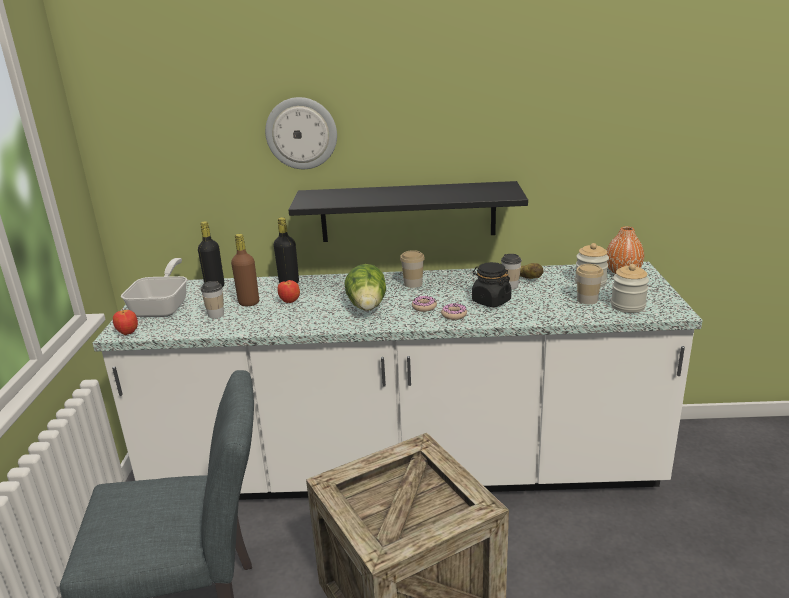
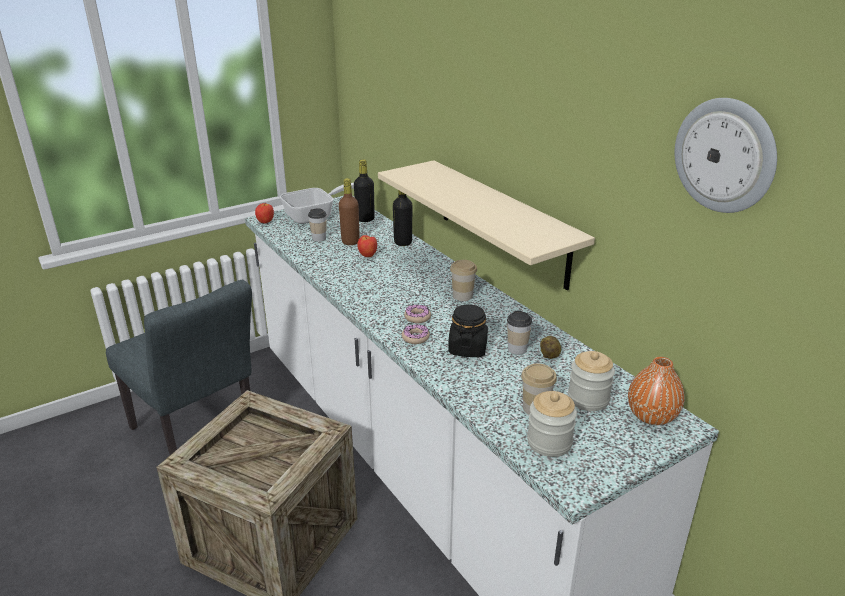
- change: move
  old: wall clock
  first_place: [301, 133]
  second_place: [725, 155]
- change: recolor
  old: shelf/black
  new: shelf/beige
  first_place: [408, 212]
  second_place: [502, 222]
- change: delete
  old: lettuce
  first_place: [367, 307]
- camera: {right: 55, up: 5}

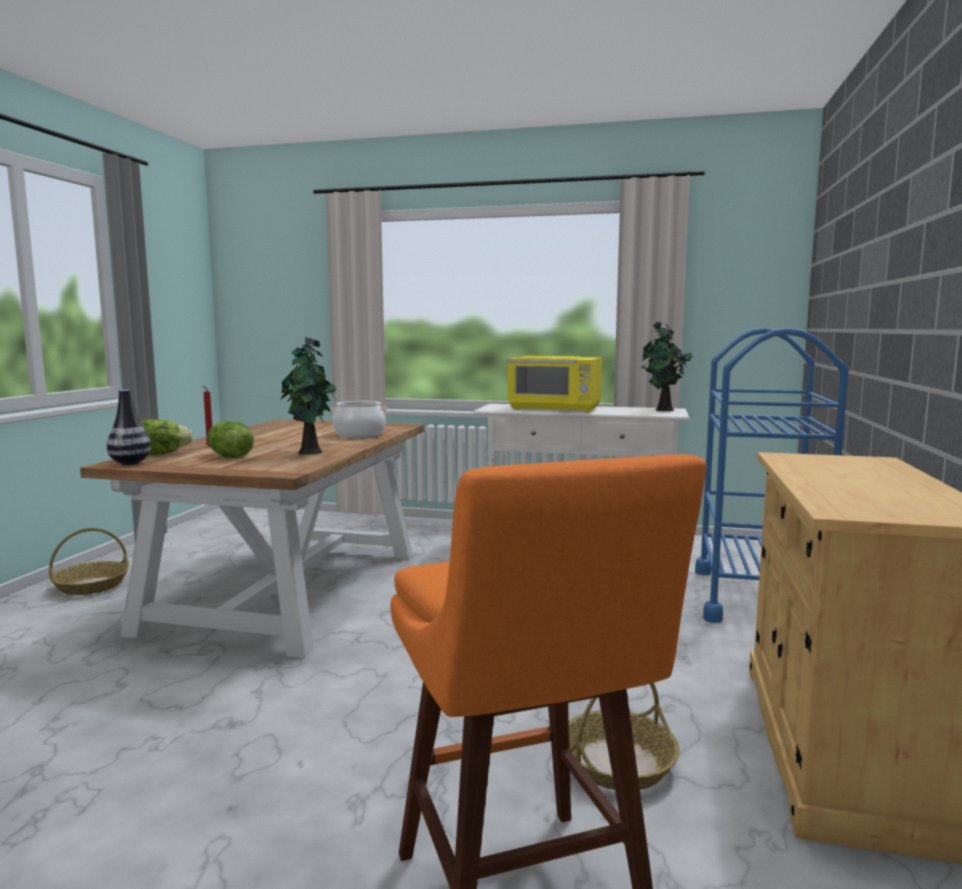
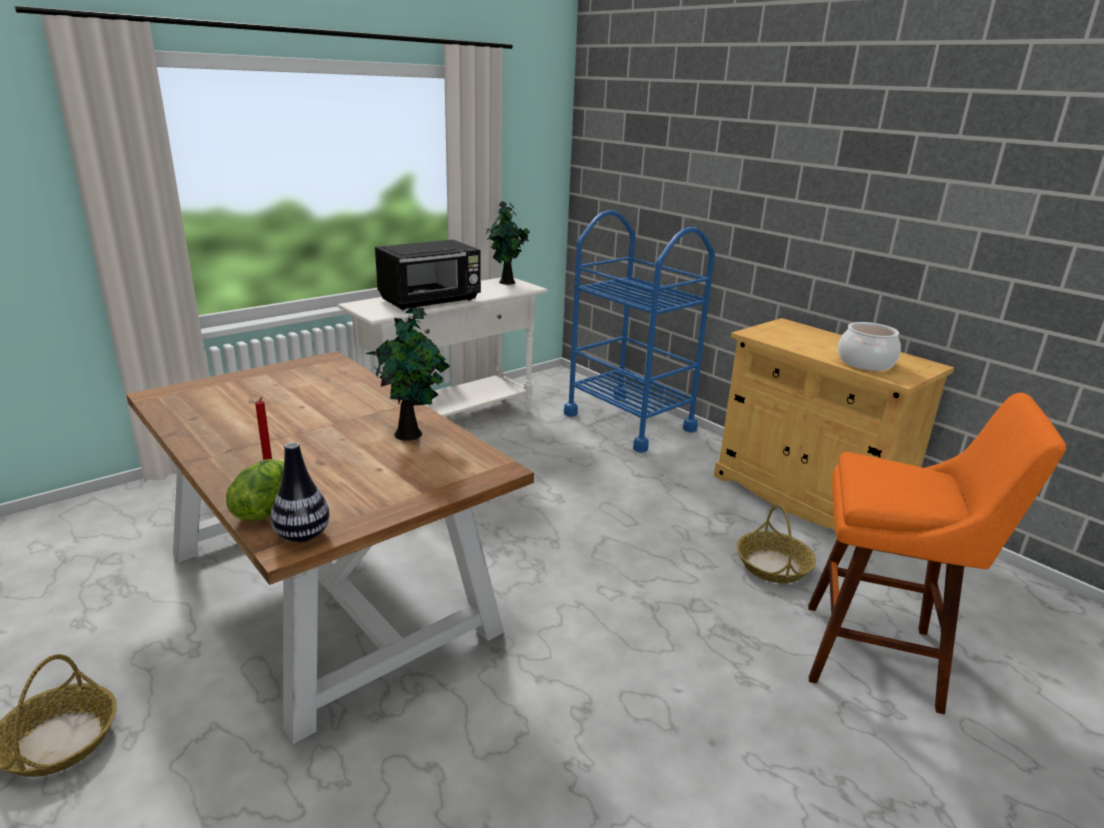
- change: recolor
  old: microwave/yellow
  new: microwave/black
  first_place: [555, 409]
  second_place: [431, 300]
- change: move
  old: cooking pot
  first_place: [359, 435]
  second_place: [865, 363]
- change: delete
  old: lettuce
  first_place: [229, 457]
- camera: {right: -55, up: 15}

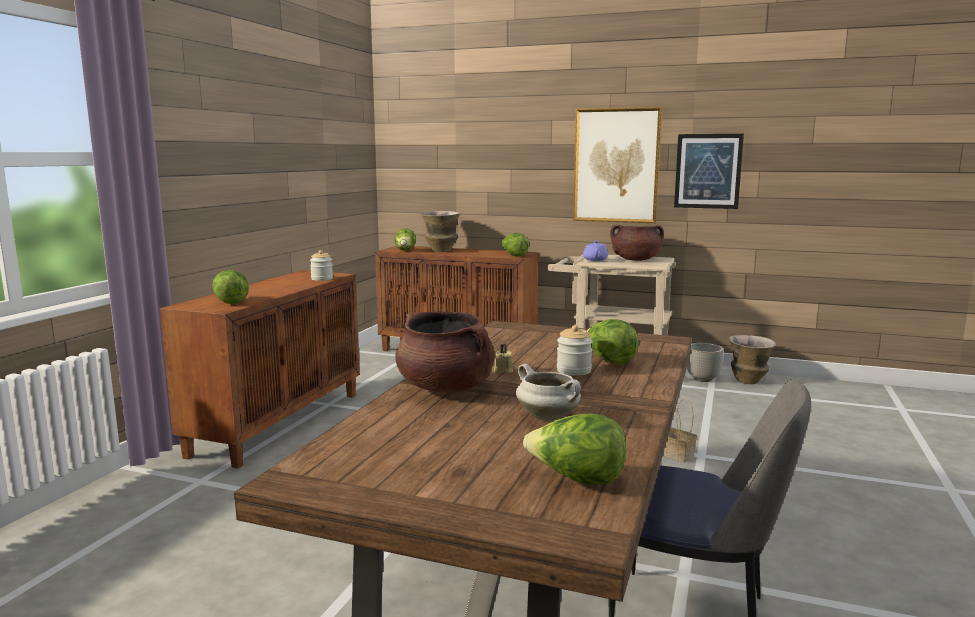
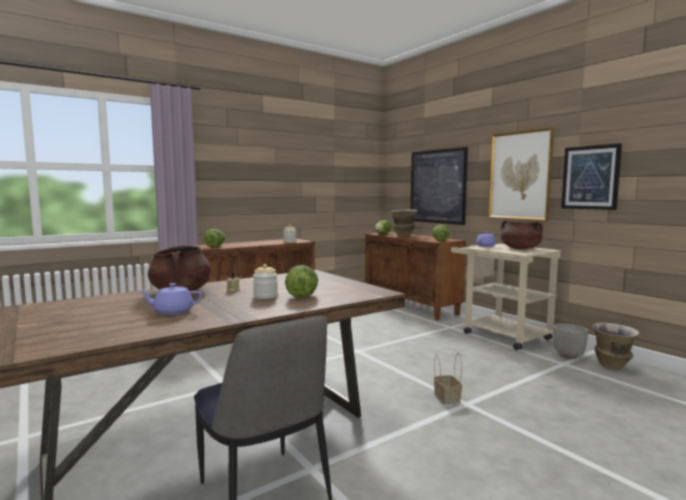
- change: replace
  old: cooking pot/white
  new: teapot/purple
  first_place: [549, 417]
  second_place: [172, 312]
- change: delete
  old: lettuce
  first_place: [577, 479]
- change: insert
  new: picture
  second_place: [437, 186]
- camera: {right: 35, up: -5}

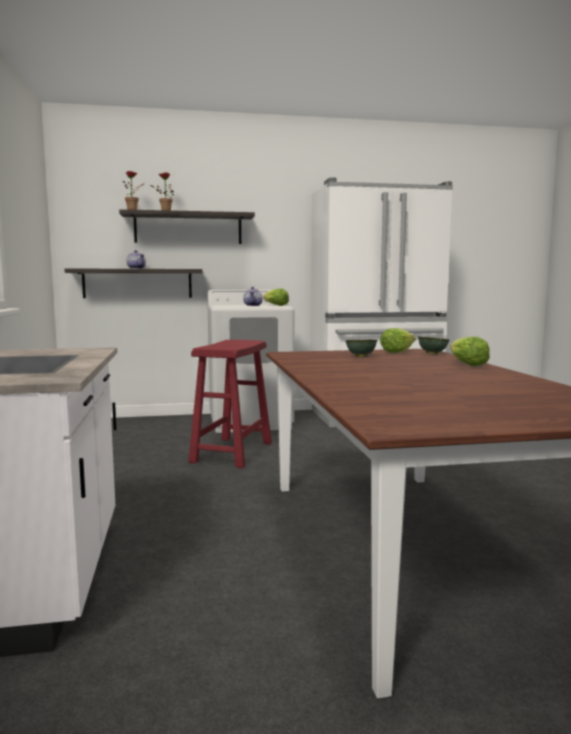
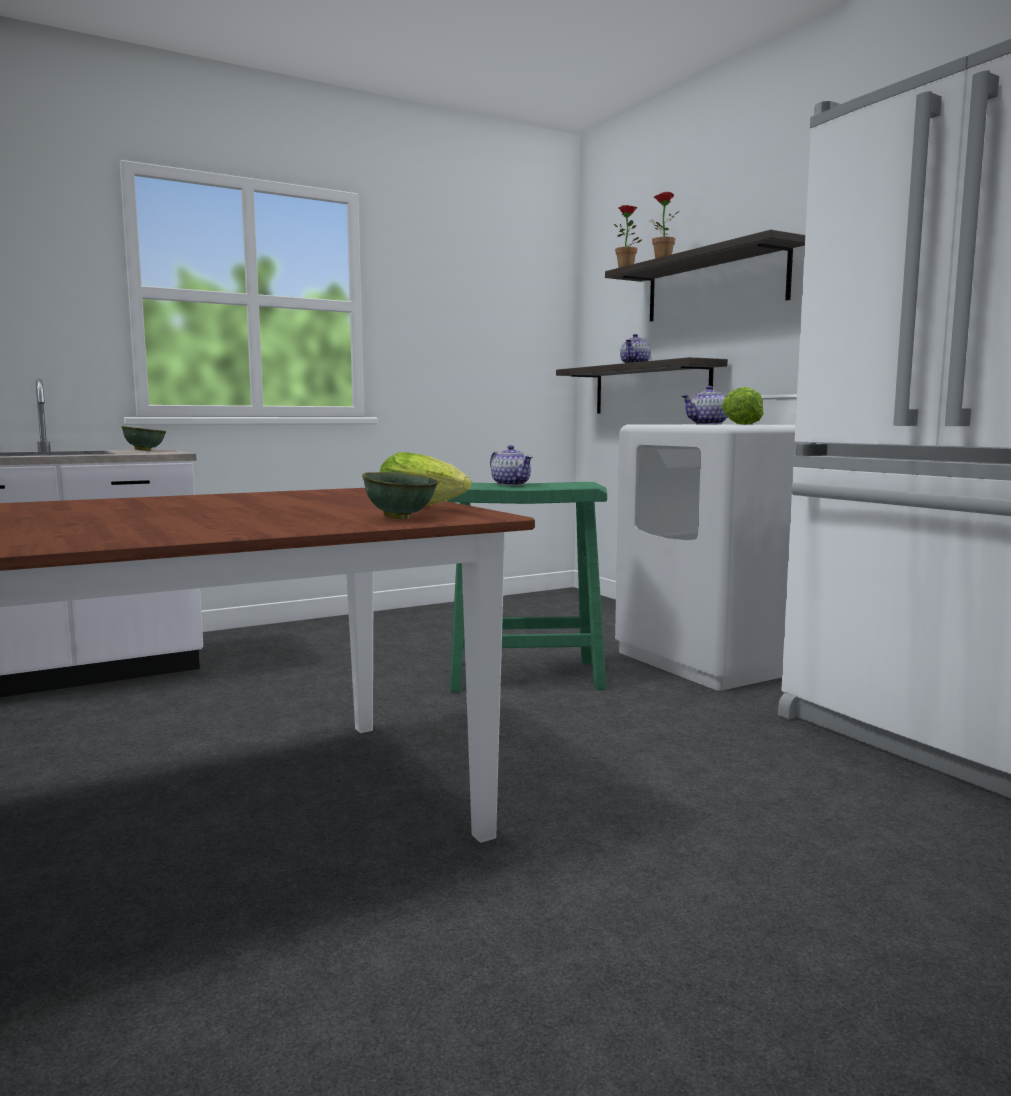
- change: delete
  old: lettuce
  first_place: [466, 364]
- change: recolor
  old: stool/red
  new: stool/green
  first_place: [232, 452]
  second_place: [525, 675]
- change: move
  old: bowl/green
  first_place: [360, 357]
  second_place: [144, 451]
- change: insert
  new: teapot
  second_place: [511, 484]
- camera: {right: 70, up: 0}

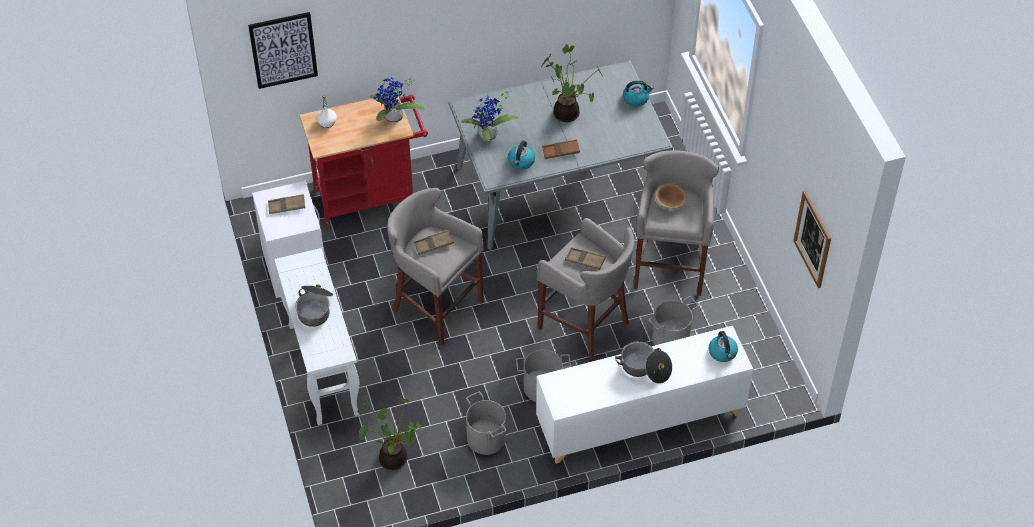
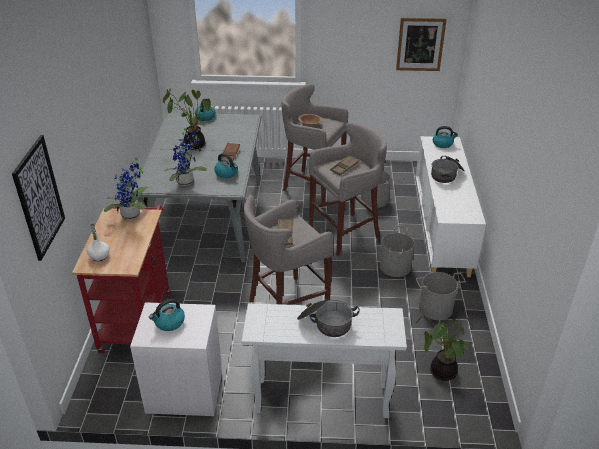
- change: replace
  old: tray/brown
  new: kettle
  first_place: [286, 206]
  second_place: [169, 322]
- camera: {right: -70, up: -15}

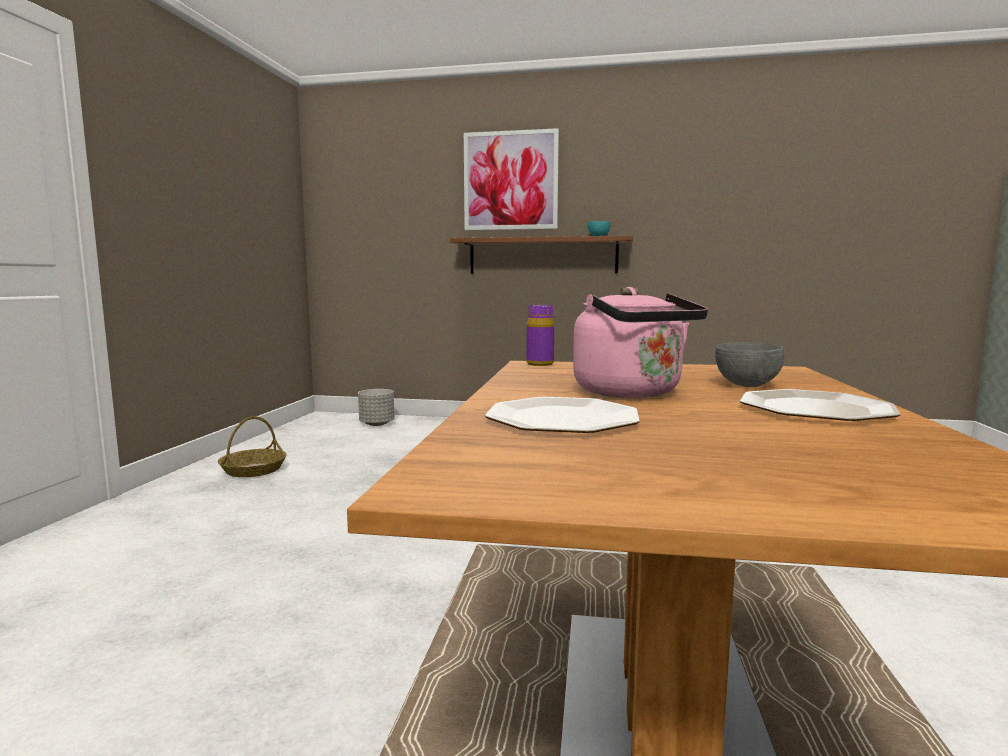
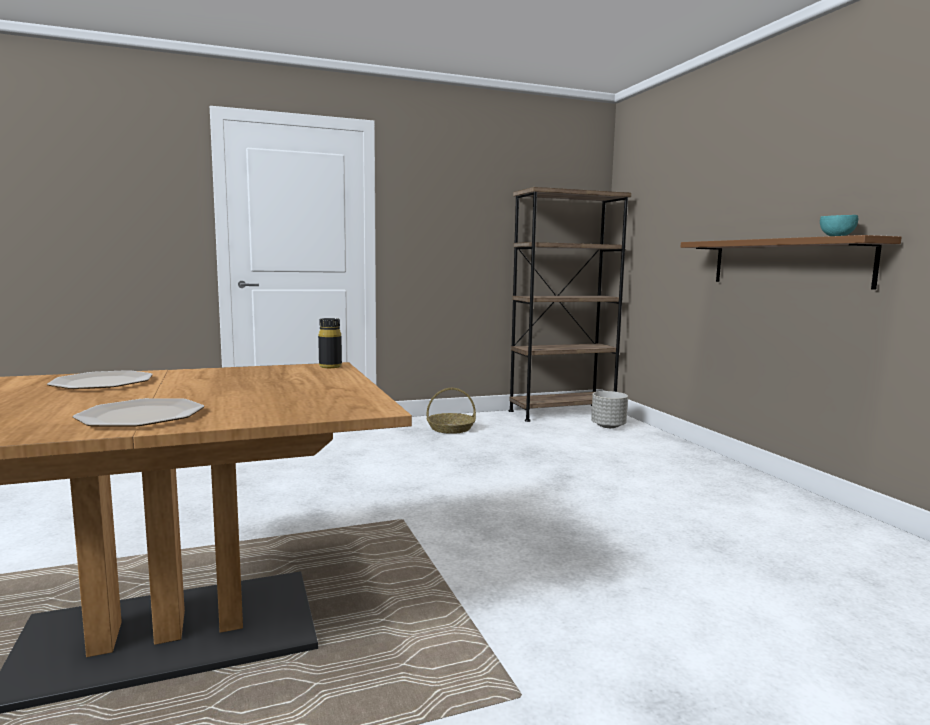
- change: delete
  old: picture
  first_place: [510, 181]
- change: delete
  old: kettle/pink
  first_place: [632, 393]
- change: recolor
  old: bottle/purple
  new: bottle/black
  first_place: [540, 364]
  second_place: [330, 366]
- change: delete
  old: bowl/grey
  first_place: [748, 385]
- change: insert
  new: bookcase/brown
  second_place: [562, 412]
- camera: {right: 60, up: 0}

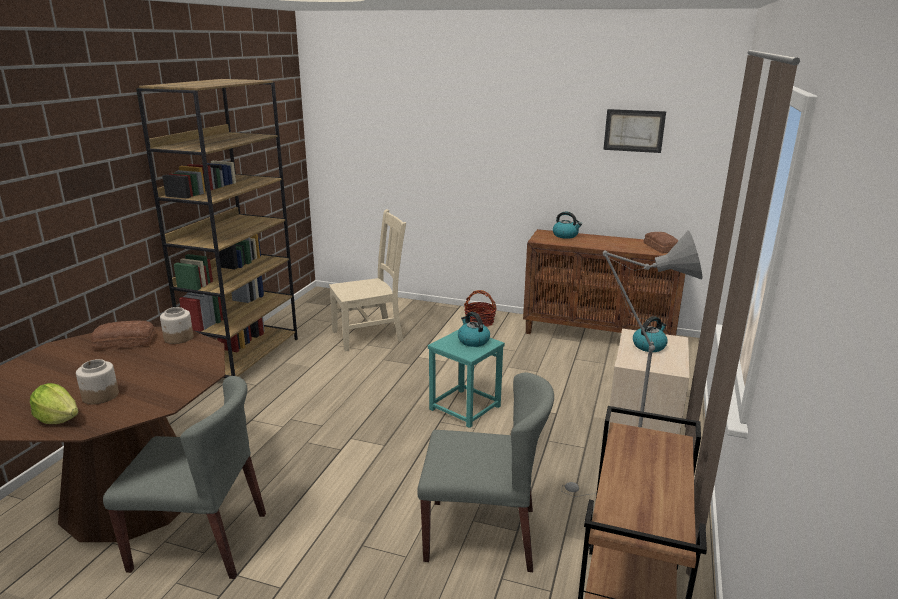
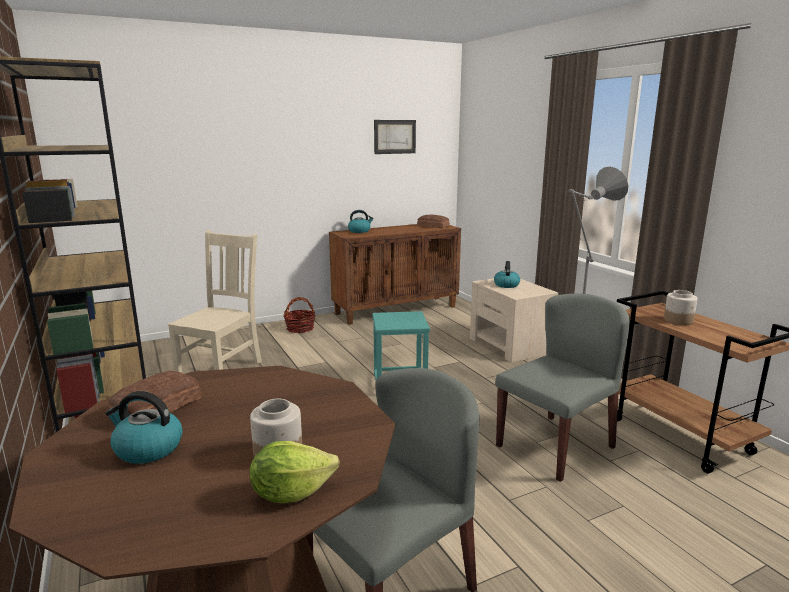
- change: move
  old: jar
  first_place: [178, 338]
  second_place: [678, 320]
- change: move
  old: kettle
  first_place: [473, 341]
  second_place: [147, 449]
- camera: {right: -45, up: -5}

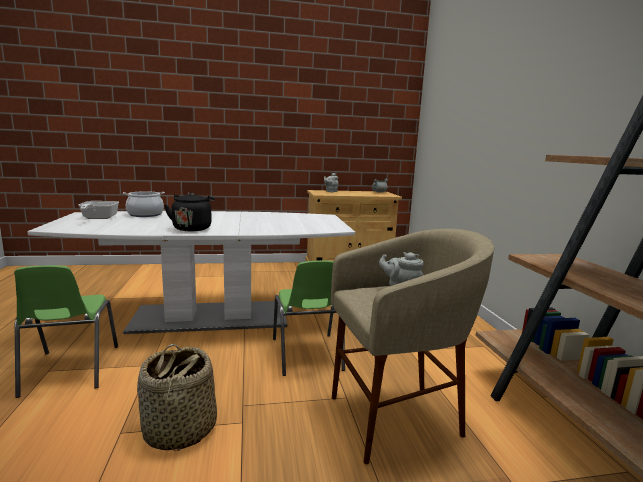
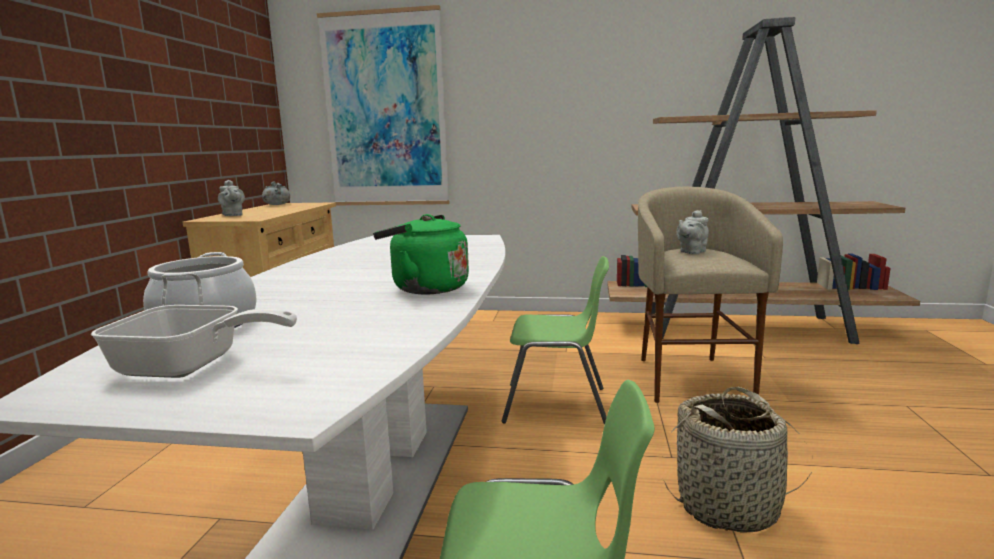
- change: recolor
  old: kettle/black
  new: kettle/green
  first_place: [192, 228]
  second_place: [425, 288]
- change: insert
  new: picture
  second_place: [385, 111]
- camera: {right: -70, up: 0}

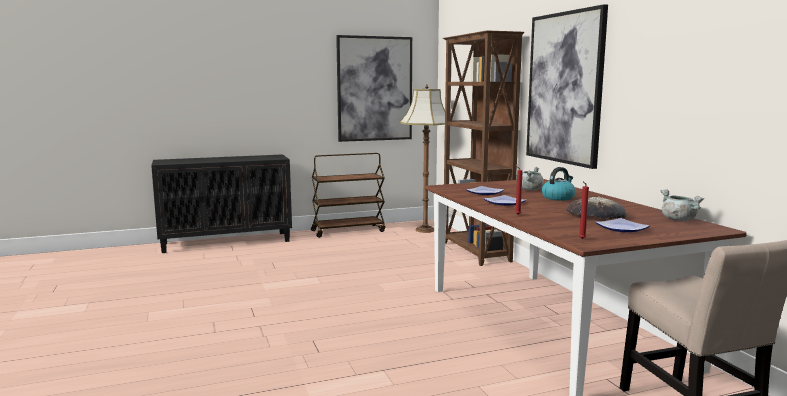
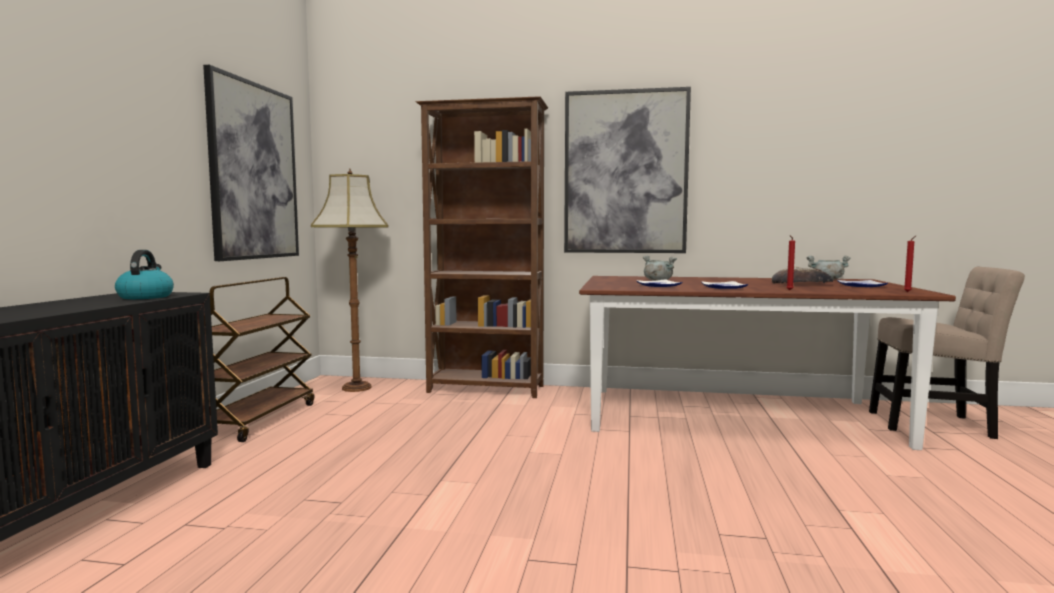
- change: move
  old: kettle
  first_place: [558, 197]
  second_place: [145, 297]
- camera: {right: -60, up: -5}

